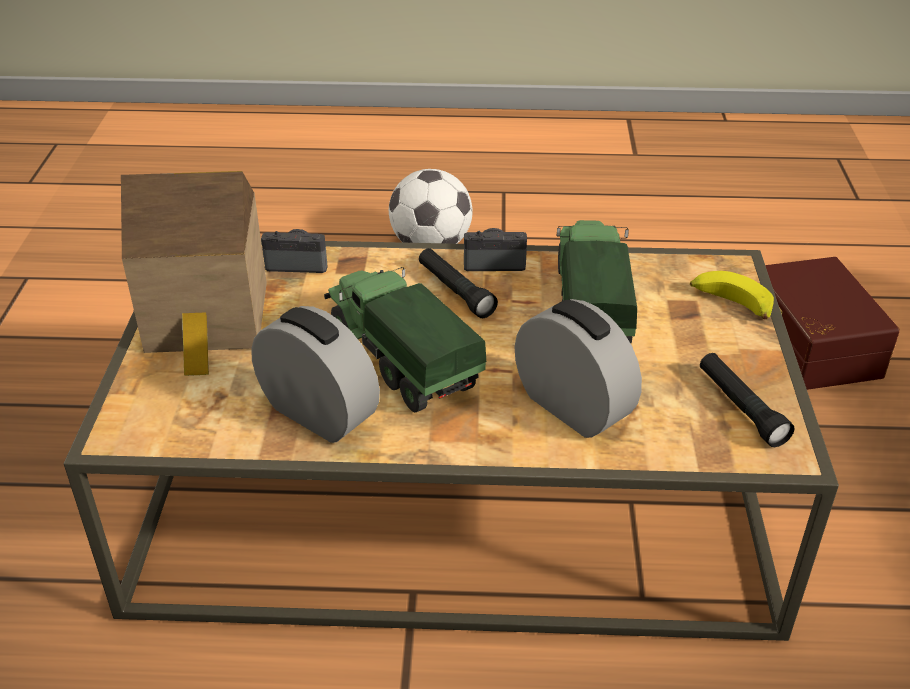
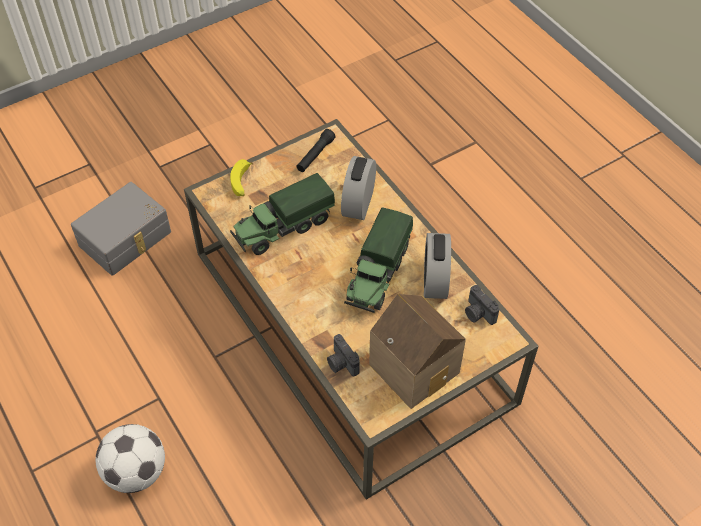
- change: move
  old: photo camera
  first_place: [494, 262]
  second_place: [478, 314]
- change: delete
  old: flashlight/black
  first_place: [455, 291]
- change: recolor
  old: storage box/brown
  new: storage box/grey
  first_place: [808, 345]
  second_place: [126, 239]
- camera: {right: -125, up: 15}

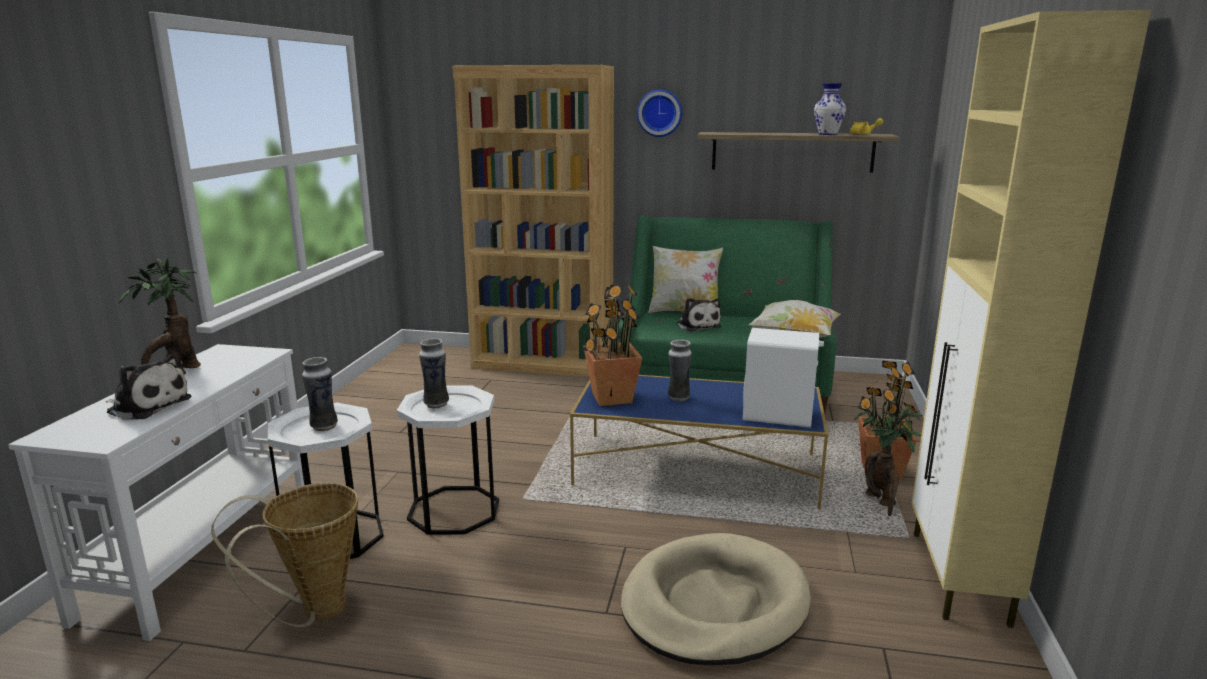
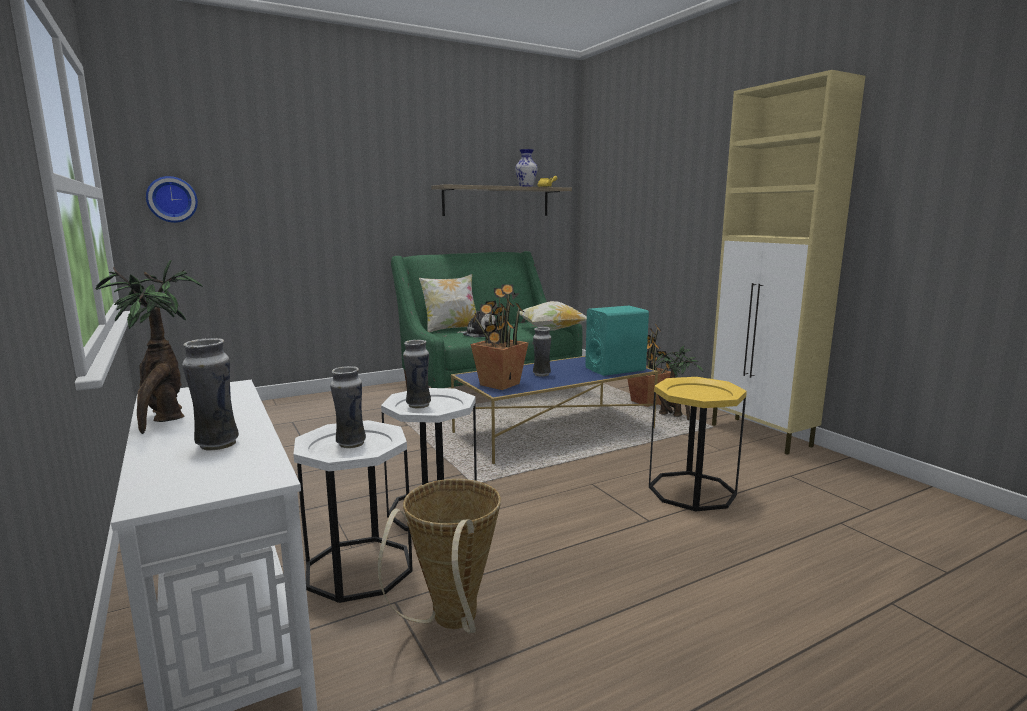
- change: delete
  old: bookcase/brown
  first_place: [543, 363]
- change: move
  old: wall clock
  first_place: [660, 113]
  second_place: [172, 199]
- change: recolor
  old: speaker/white
  new: speaker/turquoise
  first_place: [778, 415]
  second_place: [615, 369]
- change: replace
  old: plush toy
  new: vase
  first_place: [147, 405]
  second_place: [216, 445]
- change: replace
  old: dog bed/beige
  new: side table/yellow
  first_place: [714, 604]
  second_place: [692, 491]
- camera: {right: -40, up: -5}

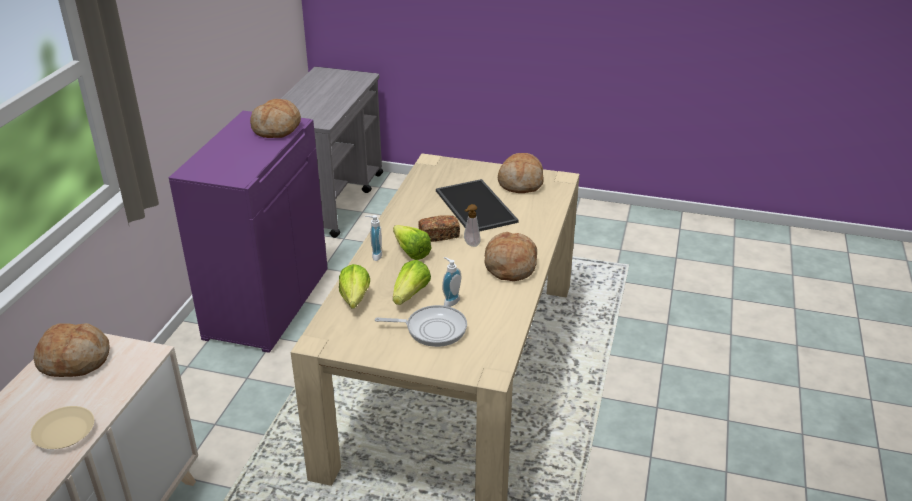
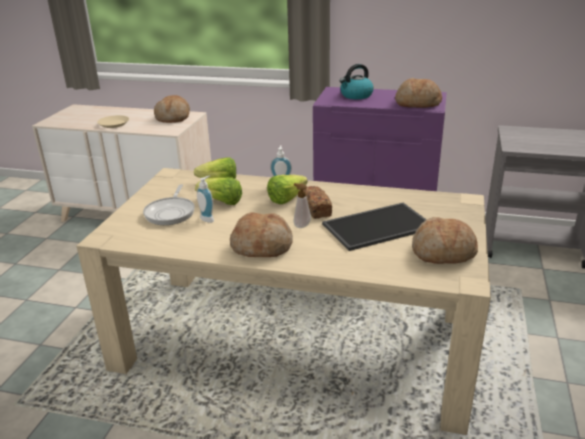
- change: insert
  new: kettle
  second_place: [356, 95]
- camera: {right: 90, up: -5}

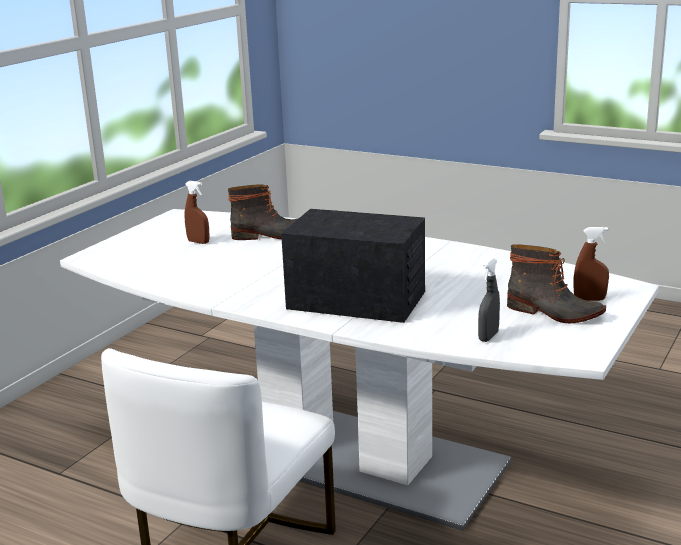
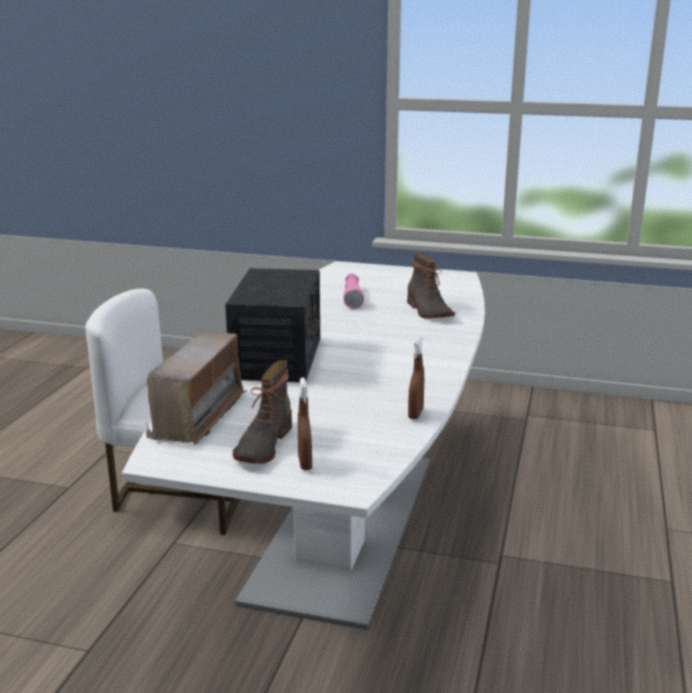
- change: move
  old: spray bottle/brown
  first_place: [198, 242]
  second_place: [415, 414]
- change: replace
  old: spray bottle/grey
  new: radio
  first_place: [488, 337]
  second_place: [199, 415]
- change: insert
  new: flashlight/pink
  second_place: [352, 297]
- camera: {right: 75, up: 0}

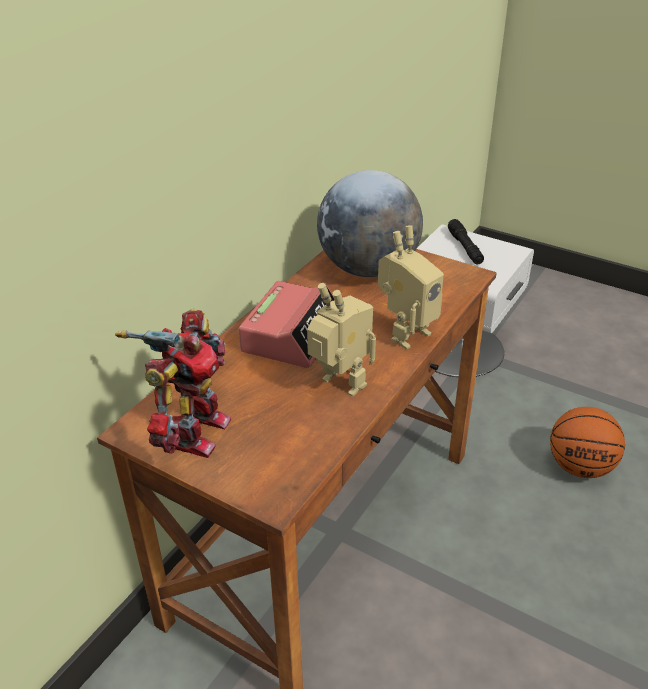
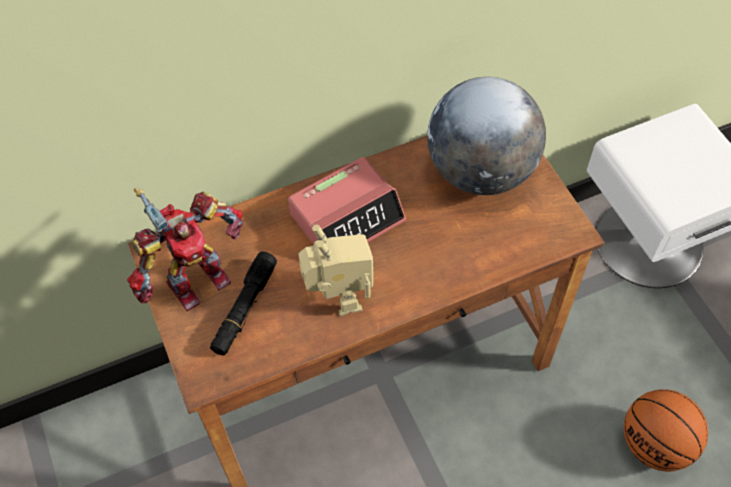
- change: move
  old: flashlight/black
  first_place: [465, 248]
  second_place: [244, 308]
- change: delete
  old: toy robot
  first_place: [405, 334]
- camera: {right: 35, up: 20}

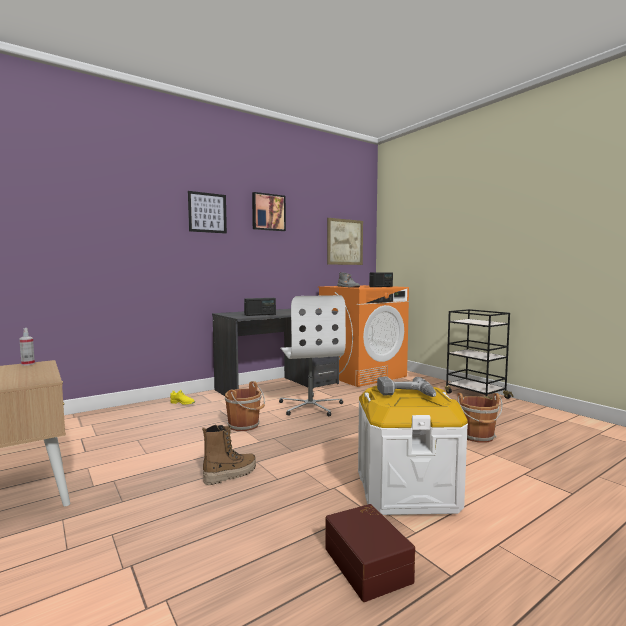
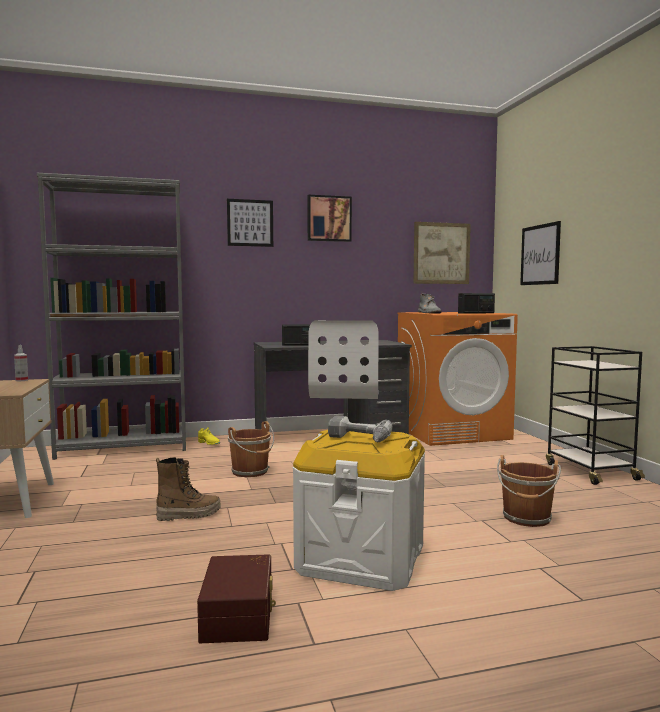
- change: insert
  new: bookcase/grey
  second_place: [124, 448]
- change: insert
  new: picture
  second_place: [540, 254]
- camera: {right: 20, up: 0}

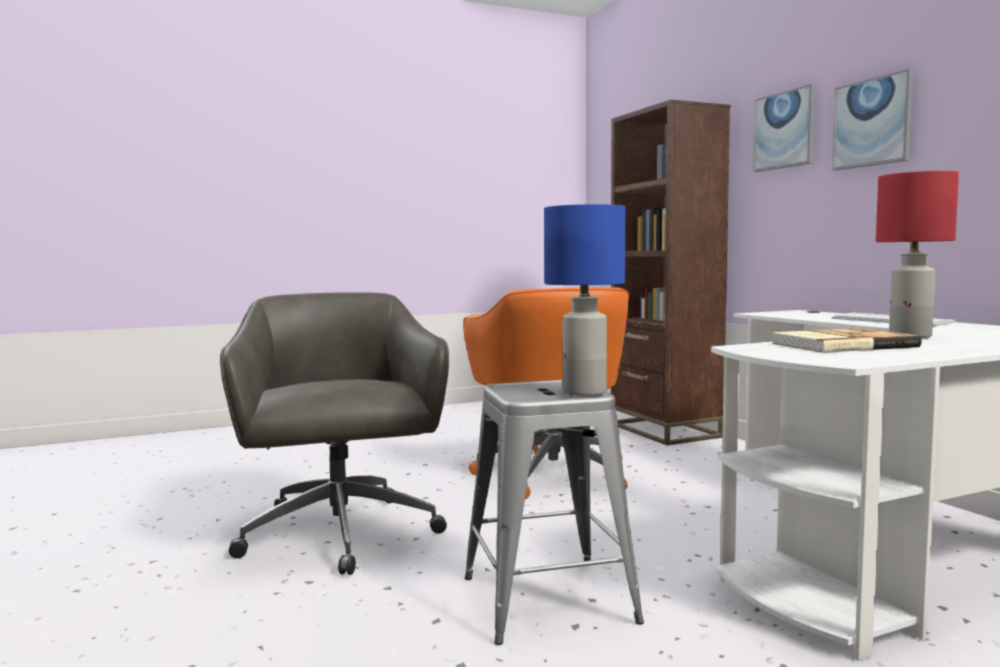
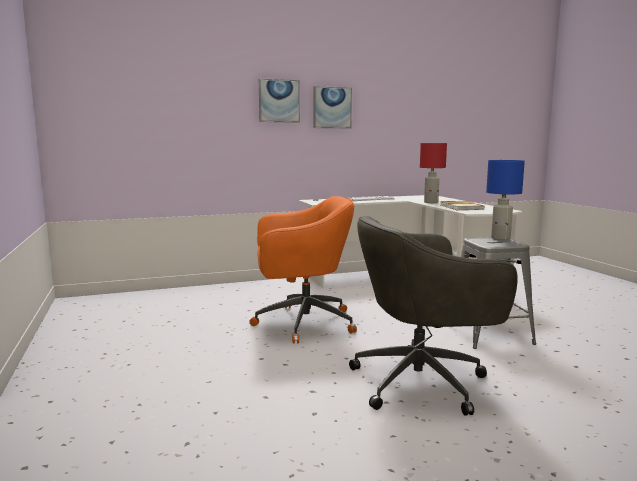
- change: delete
  old: bookcase/brown
  first_place: [664, 430]
- camera: {right: -85, up: 5}

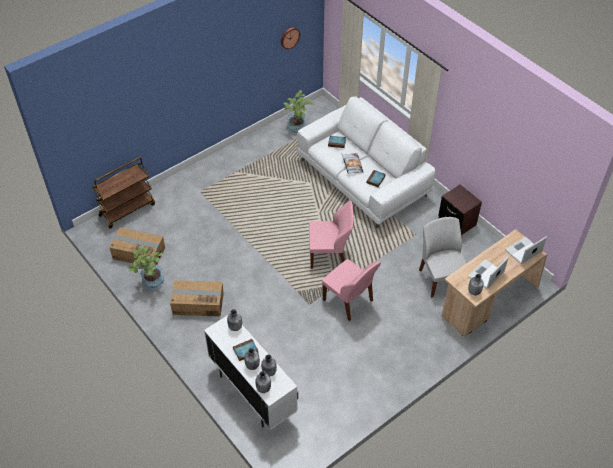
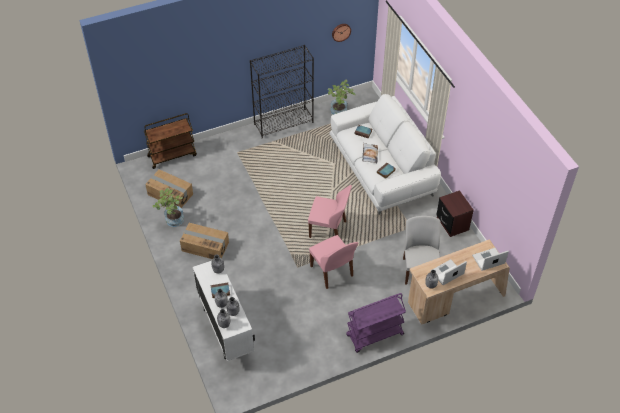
- change: insert
  new: bookcase/black
  second_place: [284, 123]
- change: insert
  new: cart/purple
  second_place: [374, 335]
- camera: {right: 15, up: 0}

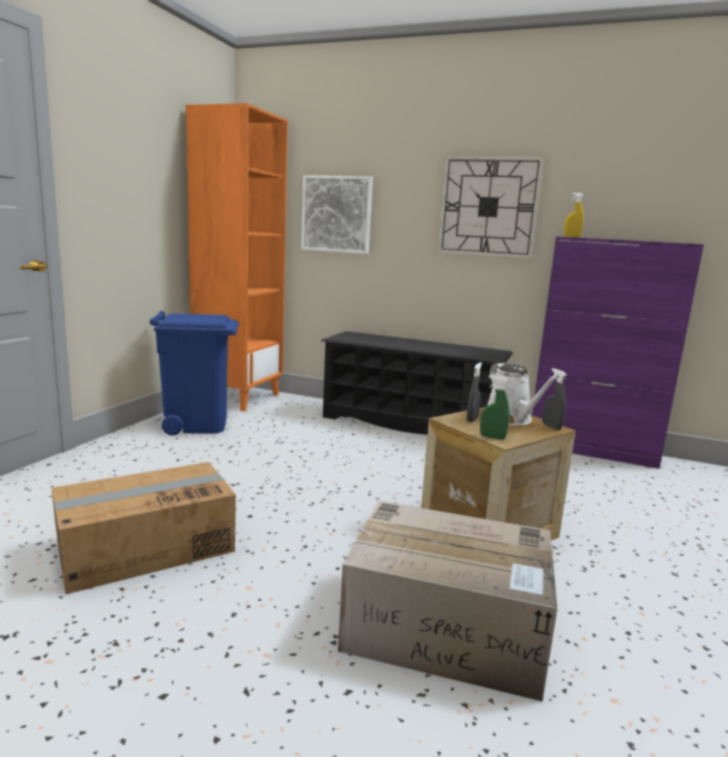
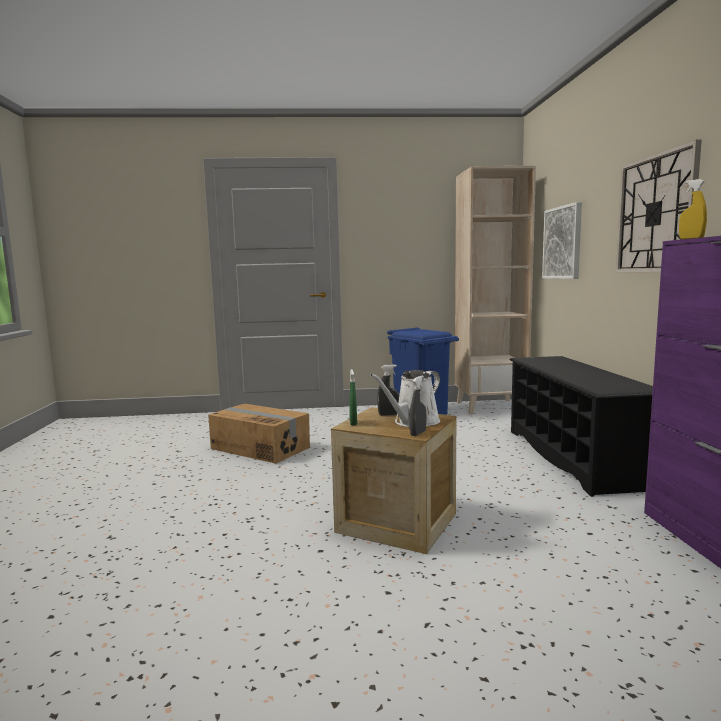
- change: recolor
  old: bookcase/orange
  new: bookcase/beige
  first_place: [238, 398]
  second_place: [490, 406]
- change: delete
  old: cardboard box
  first_place: [448, 628]
- camera: {right: 65, up: -5}

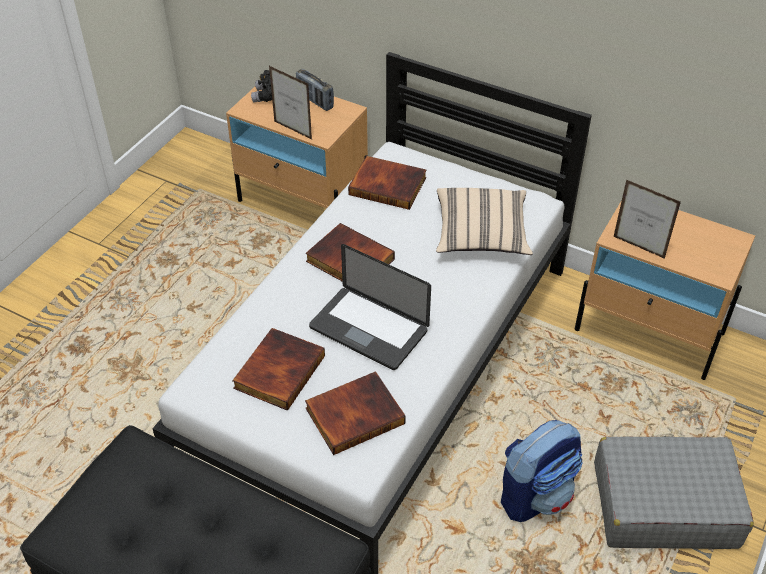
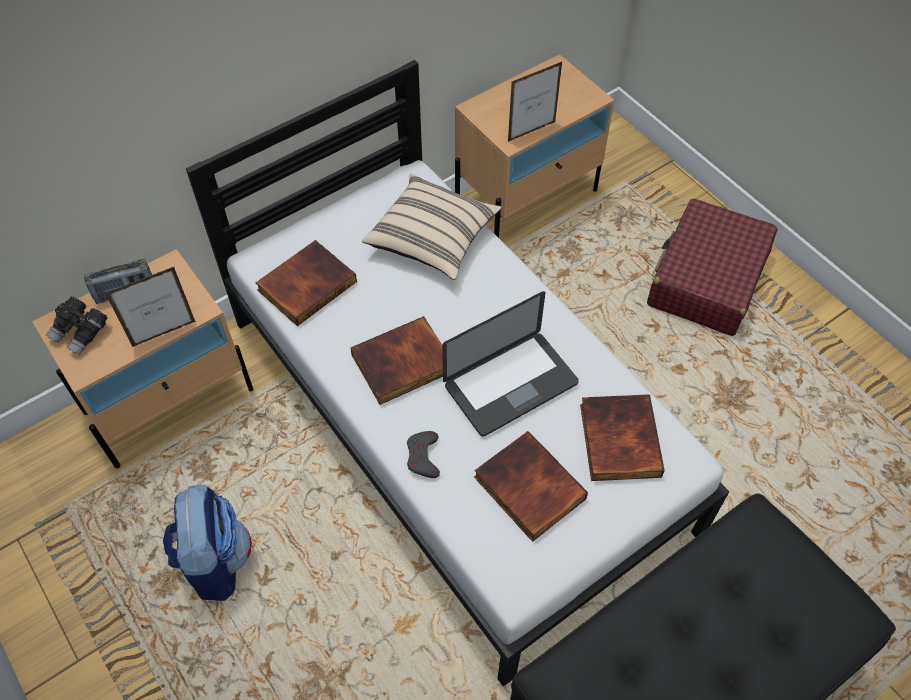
- change: move
  old: backpack
  first_place: [536, 495]
  second_place: [215, 560]
- change: recolor
  old: suitcase/grey
  new: suitcase/red
  first_place: [664, 504]
  second_place: [706, 279]
- change: insert
  new: game controller/grey
  second_place: [423, 457]
- camera: {right: -65, up: 10}

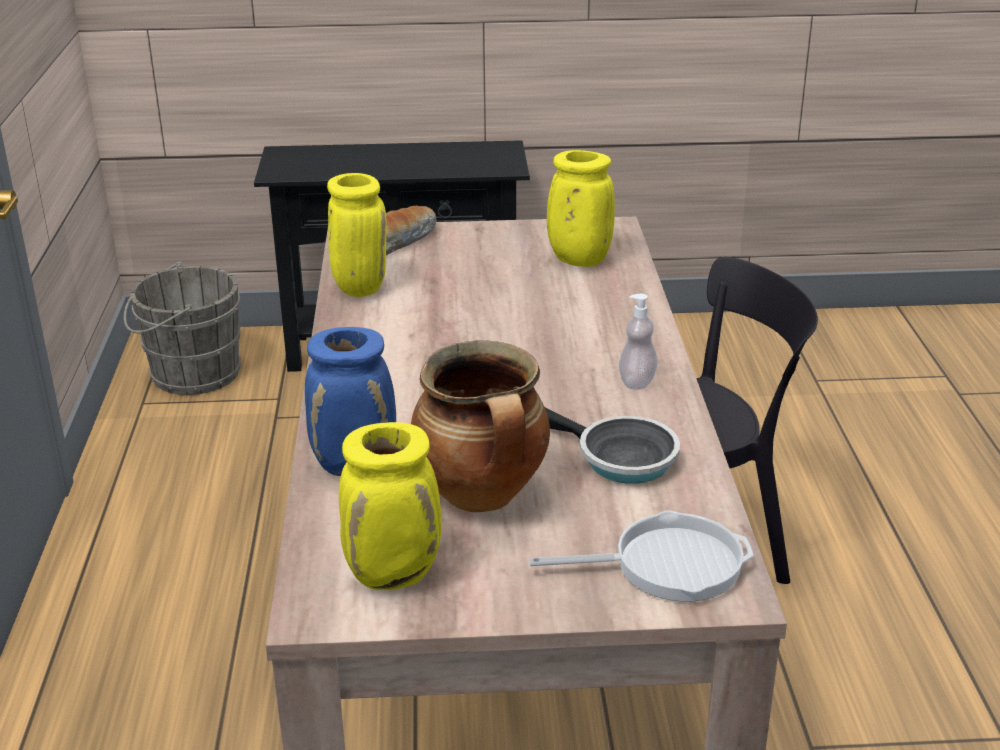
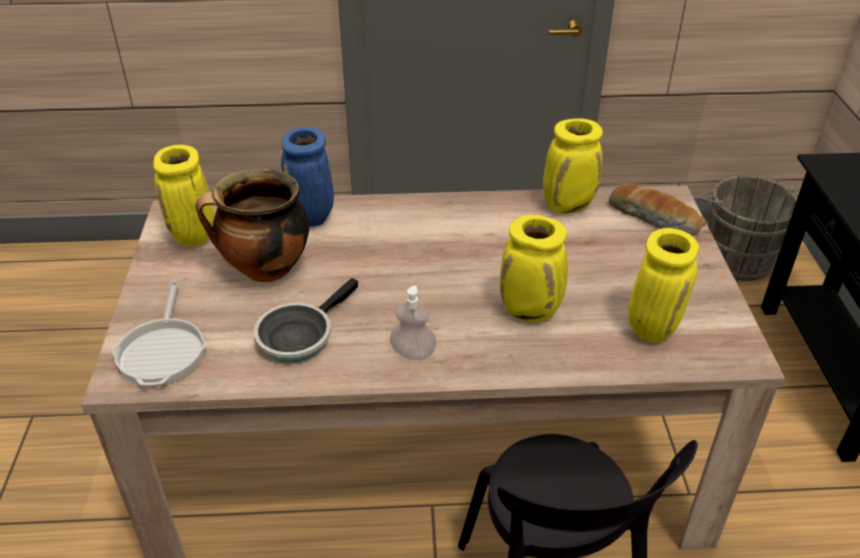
- change: insert
  new: vase/yellow
  second_place: [531, 312]
- camera: {right: 90, up: 10}

